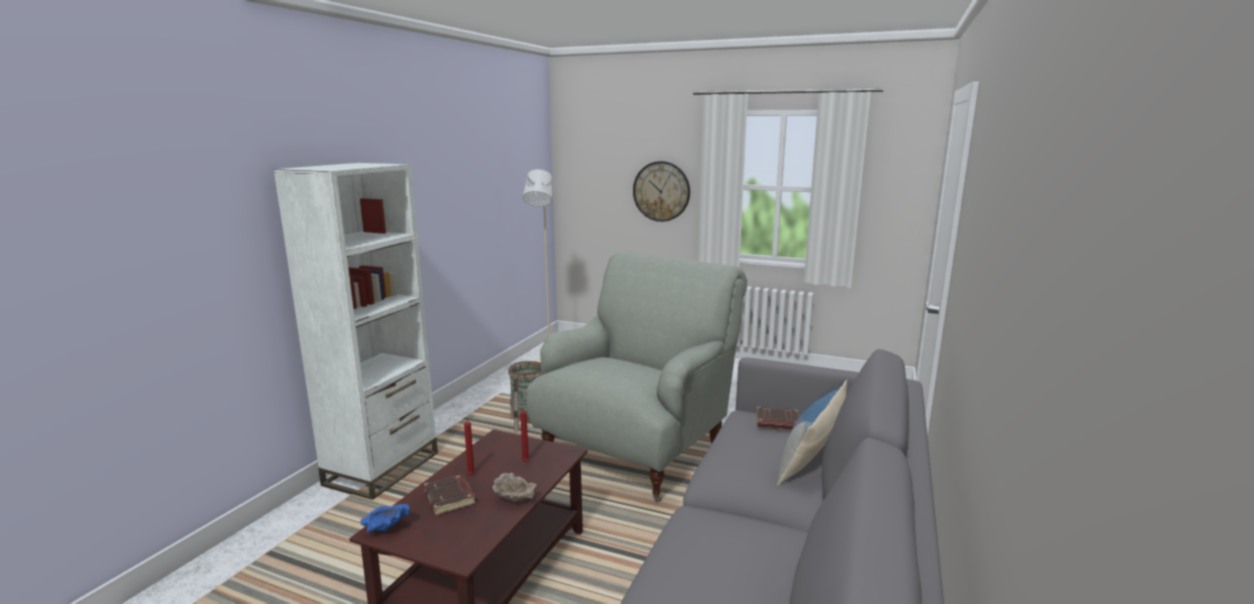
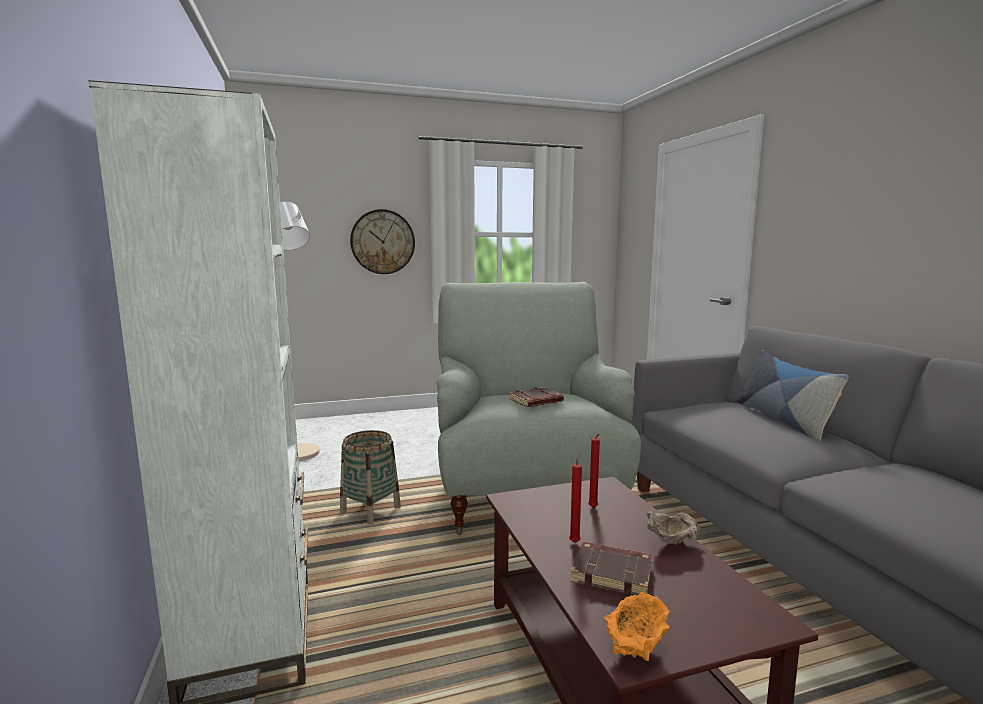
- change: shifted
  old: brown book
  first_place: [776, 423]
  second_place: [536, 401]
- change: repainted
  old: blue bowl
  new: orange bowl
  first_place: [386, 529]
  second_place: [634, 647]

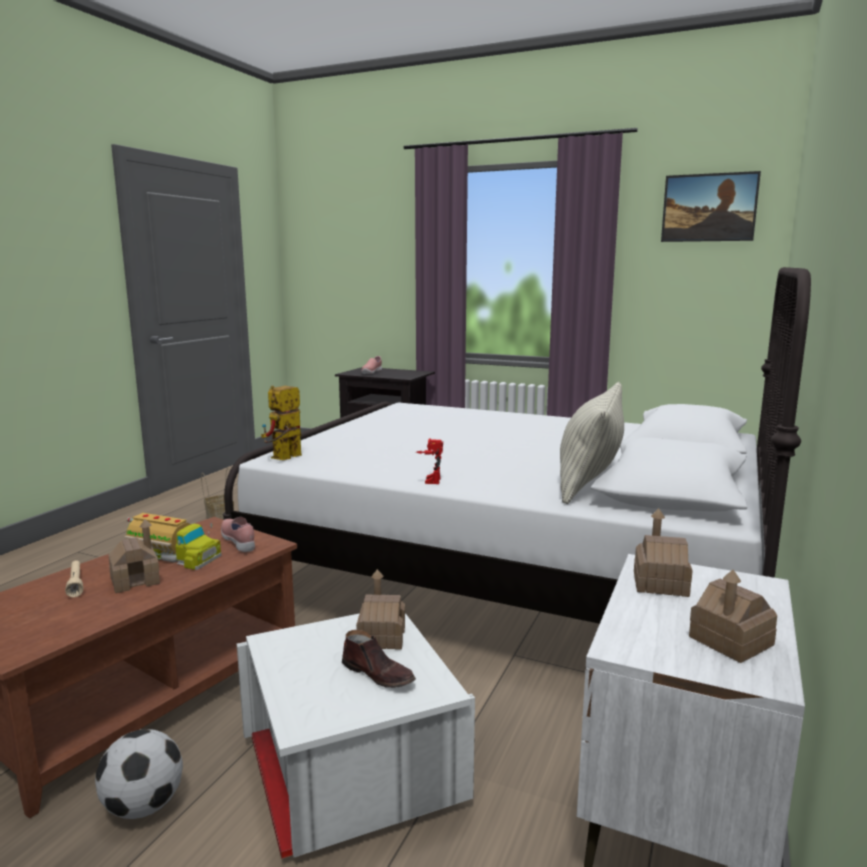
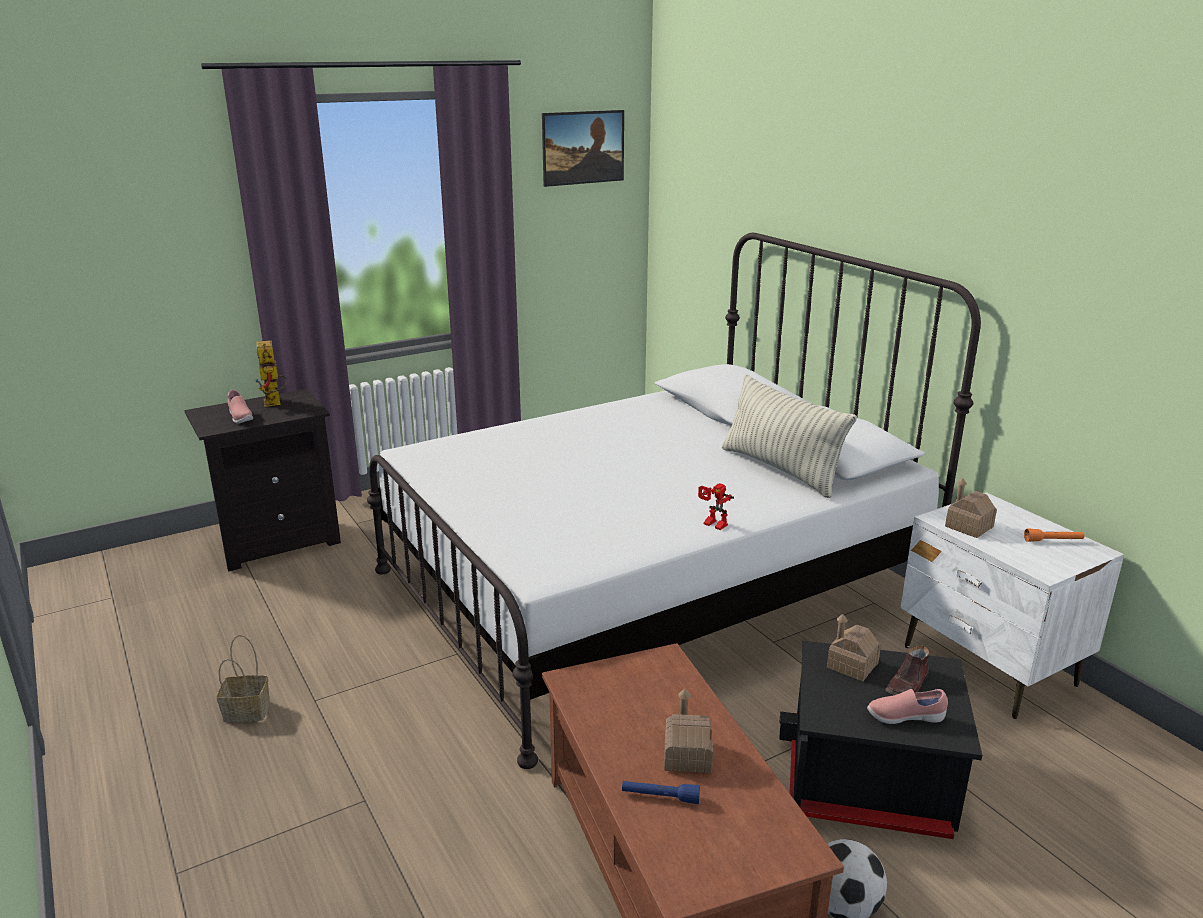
- change: gone
  old: toy truck
  first_place: [172, 555]
- change: shifted
  old: pink shoe
  first_place: [239, 542]
  second_place: [904, 717]
- change: shifted
  old: toy robot
  first_place: [283, 458]
  second_place: [275, 404]
- change: swapped
  old: toy house
  new: orange flashlight
  first_place: [730, 641]
  second_place: [1053, 541]
- change: repainted
  old: beige flashlight
  new: blue flashlight
  first_place: [76, 583]
  second_place: [660, 797]
- change: repainted
  old: white storage box
  new: black storage box
  first_place: [350, 774]
  second_place: [871, 779]
- change: rotated
  old: brown shoe
  first_place: [378, 674]
  second_place: [907, 684]
  degrees: 150

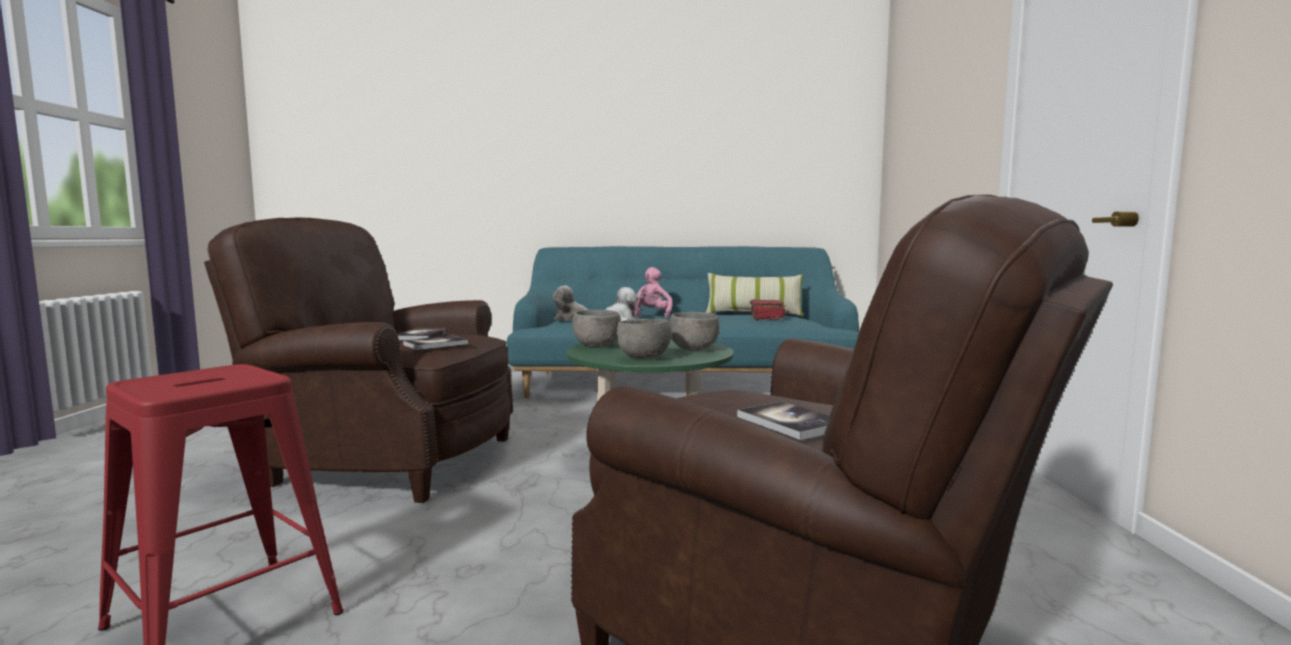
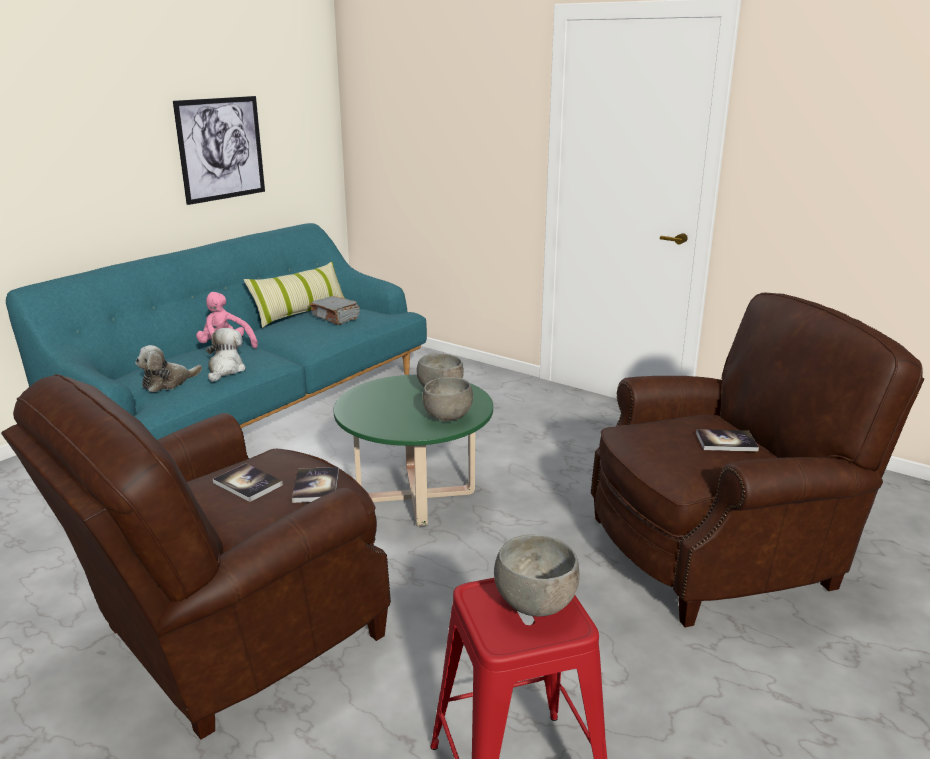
- change: new
  new: picture
  second_place: [221, 149]
- change: shifted
  old: grey bowl
  first_place: [596, 346]
  second_place: [535, 605]
- change: repainted
  old: red book
  new: grey book
  first_place: [766, 317]
  second_place: [335, 318]

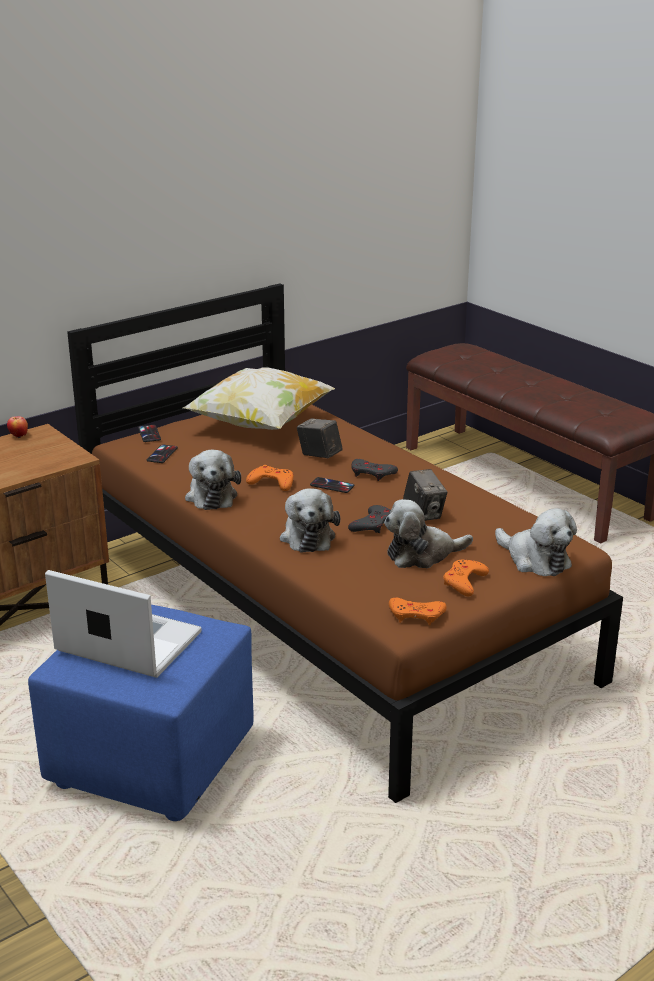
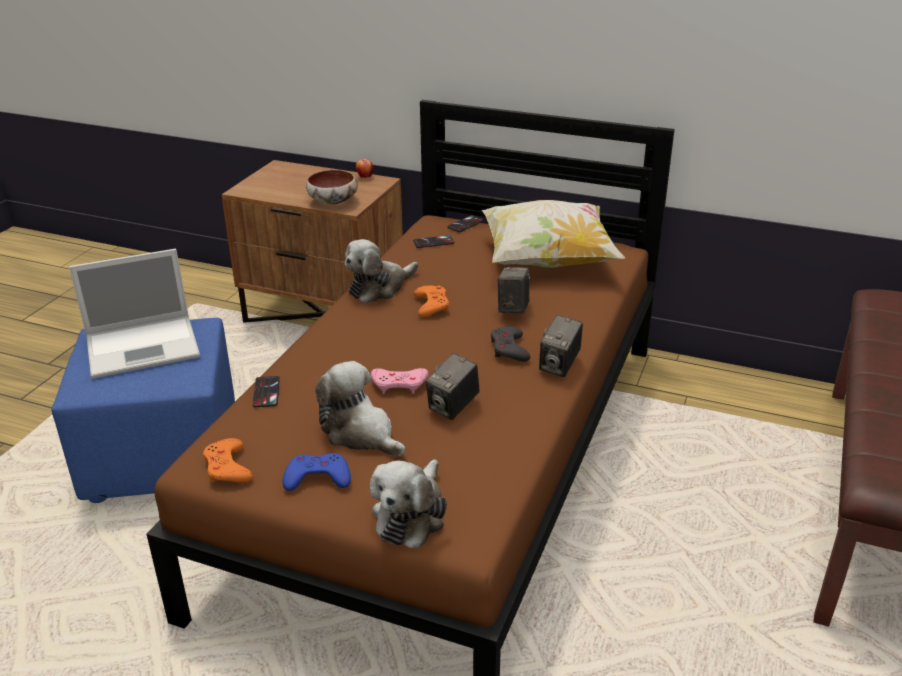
- change: gone
  old: plush toy
  first_place: [307, 536]
- change: new
  new: bowl
  second_place: [333, 202]
- change: new
  new: photo camera
  second_place: [559, 366]
- change: shifted
  old: phone
  first_place: [332, 485]
  second_place: [266, 392]
- change: repainted
  old: grey game controller
  new: pink game controller
  first_place: [372, 524]
  second_place: [399, 384]
- change: repainted
  old: orange game controller
  new: blue game controller
  first_place: [464, 582]
  second_place: [317, 477]
- change: rotated
  old: laptop
  first_place: [126, 642]
  second_place: [145, 346]
  degrees: 75

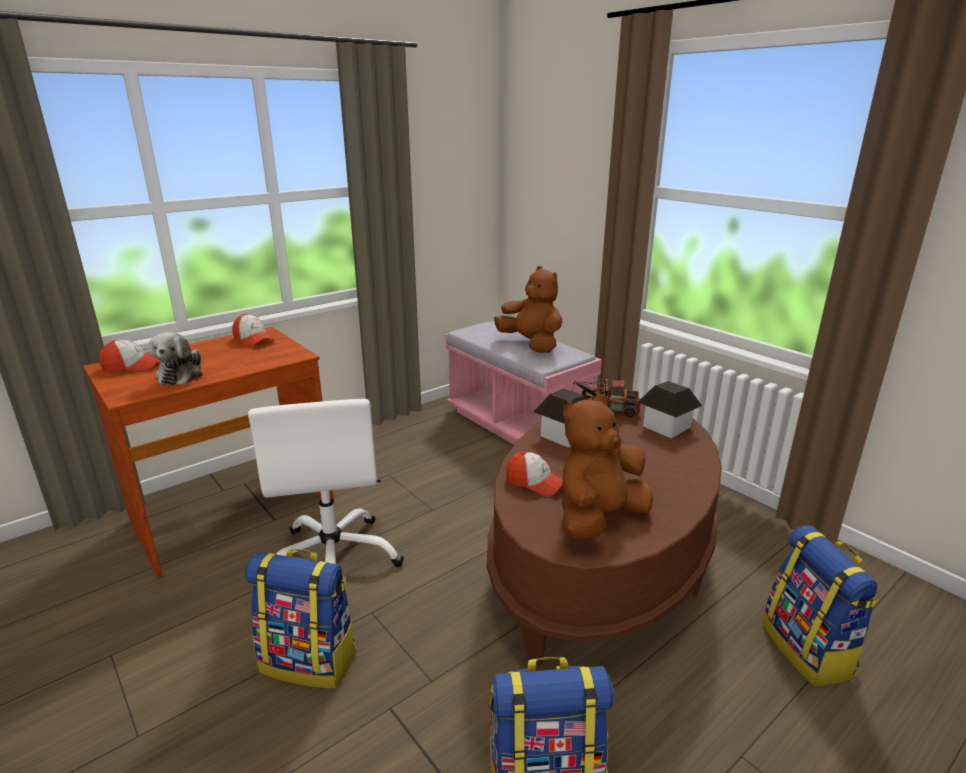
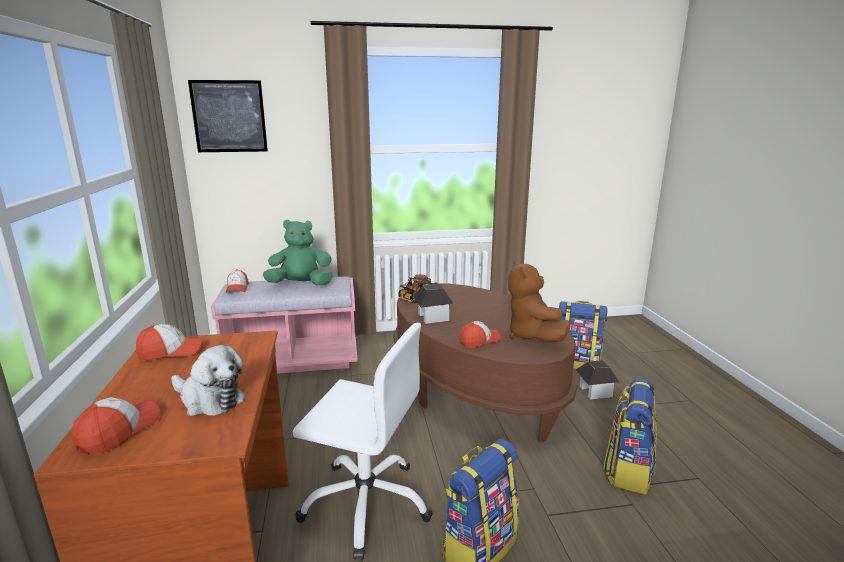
- change: new
  new: picture
  second_place: [229, 116]
- change: new
  new: cap
  second_place: [237, 288]
- change: shifted
  old: toy house
  first_place: [666, 426]
  second_place: [595, 391]
- change: repainted
  old: brown plush toy
  new: green plush toy
  first_place: [531, 344]
  second_place: [301, 285]

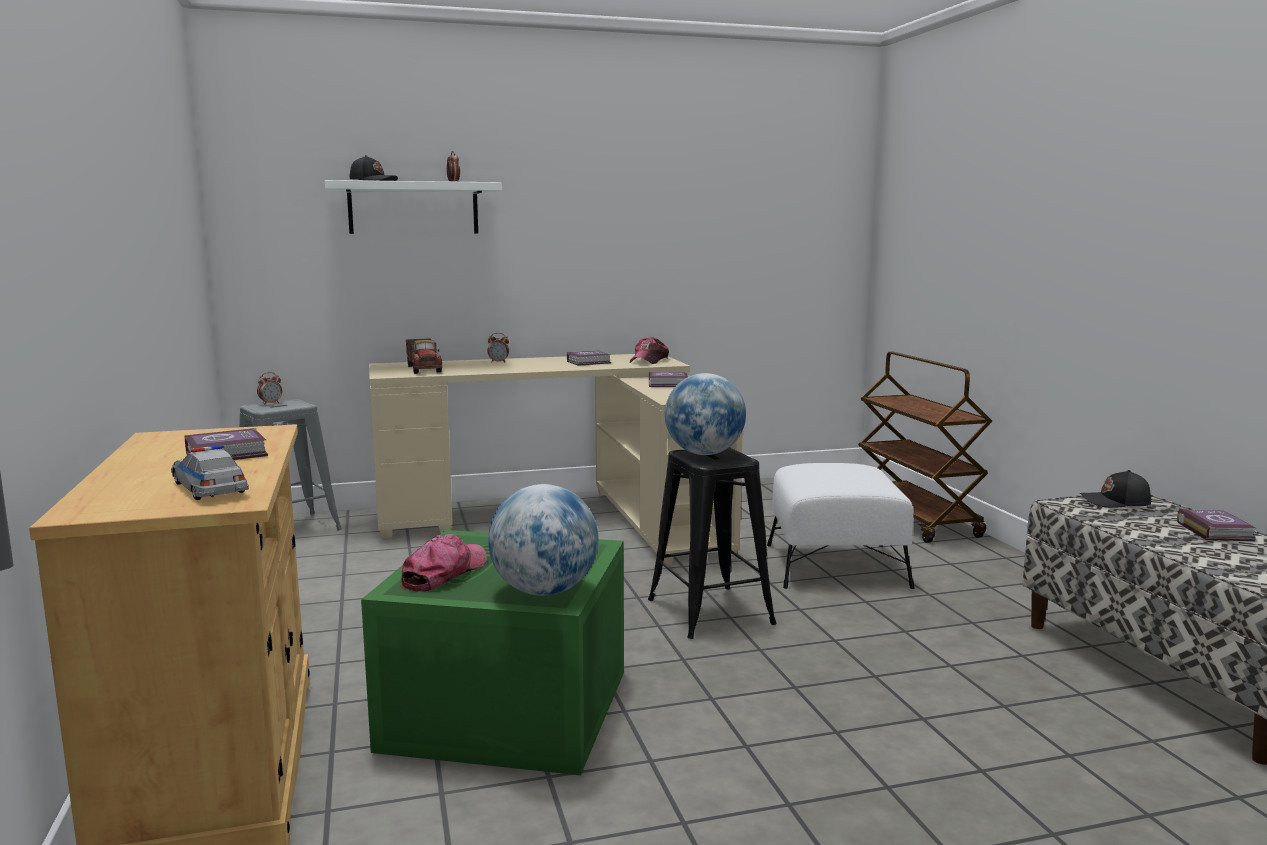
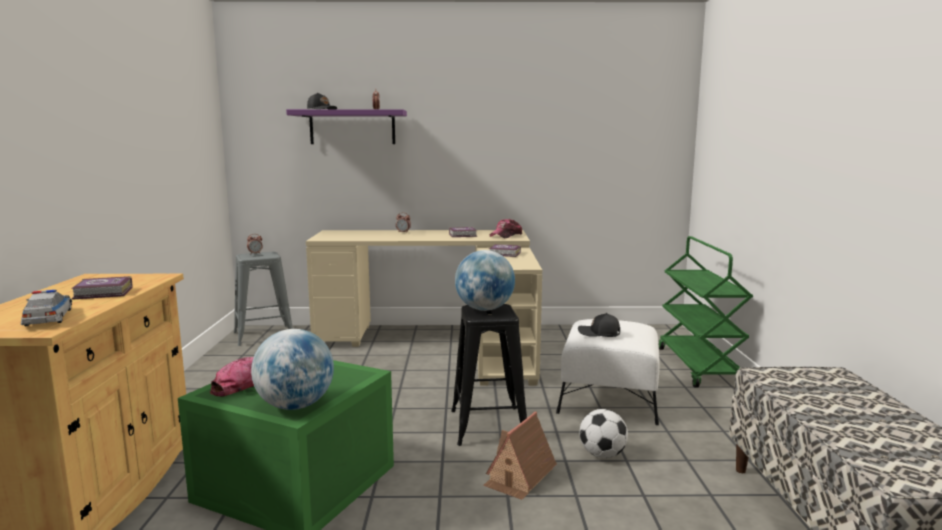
- change: gone
  old: toy truck
  first_place: [424, 369]
- change: gone
  old: book
  first_place: [1215, 531]
- change: new
  new: toy house
  second_place: [519, 476]
- change: new
  new: football
  second_place: [602, 455]
- change: shifted
  old: black cap
  first_place: [1116, 502]
  second_place: [599, 333]
- change: repainted
  old: white shelf
  new: purple shelf
  first_place: [413, 208]
  second_place: [352, 127]
- change: repainted
  old: brown cart
  new: green cart
  first_place: [916, 519]
  second_place: [699, 367]

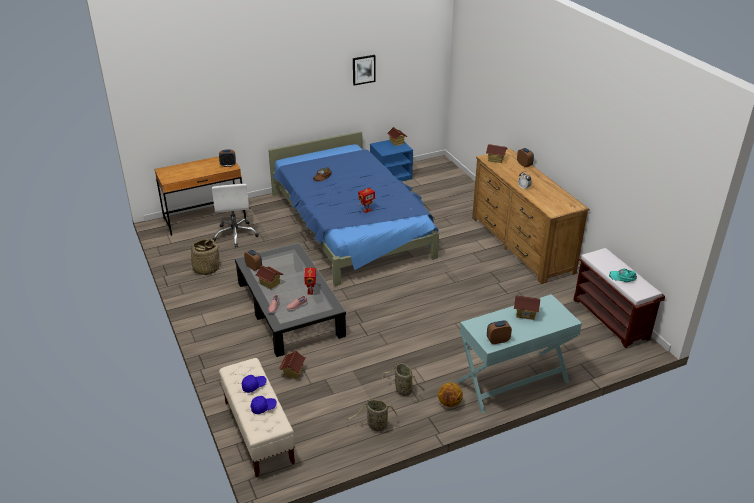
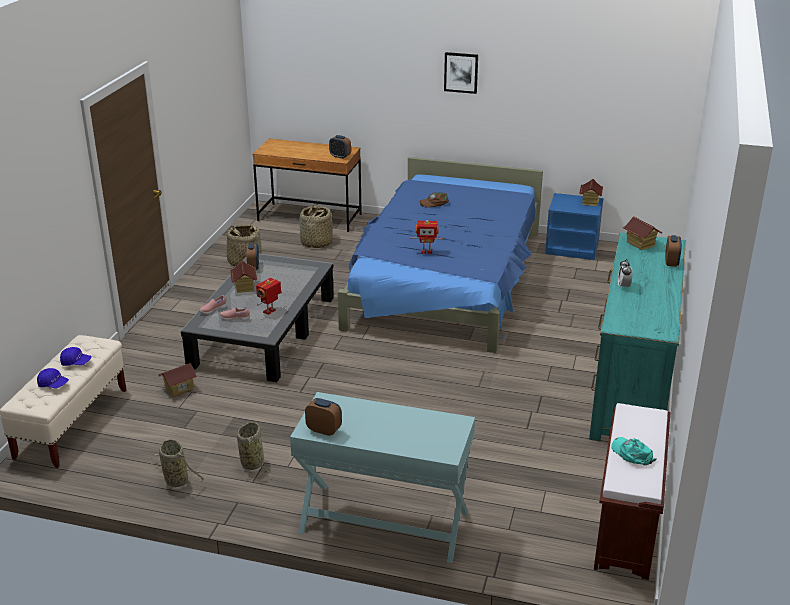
- change: gone
  old: basketball
  first_place: [449, 403]
- change: gone
  old: toy house
  first_place: [525, 313]
- change: shifted
  old: picture
  first_place: [363, 69]
  second_place: [461, 72]
- change: swapped
  old: white office chair
  new: basket
  first_place: [235, 235]
  second_place: [316, 243]
- change: repainted
  old: brown dresser
  new: turquoise dresser
  first_place: [521, 244]
  second_place: [632, 385]

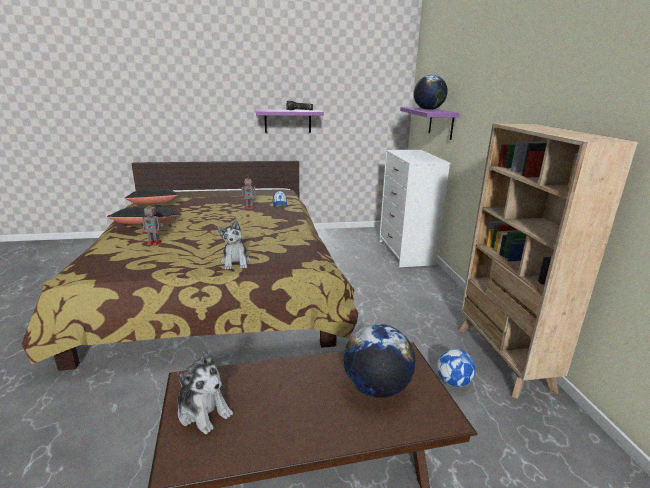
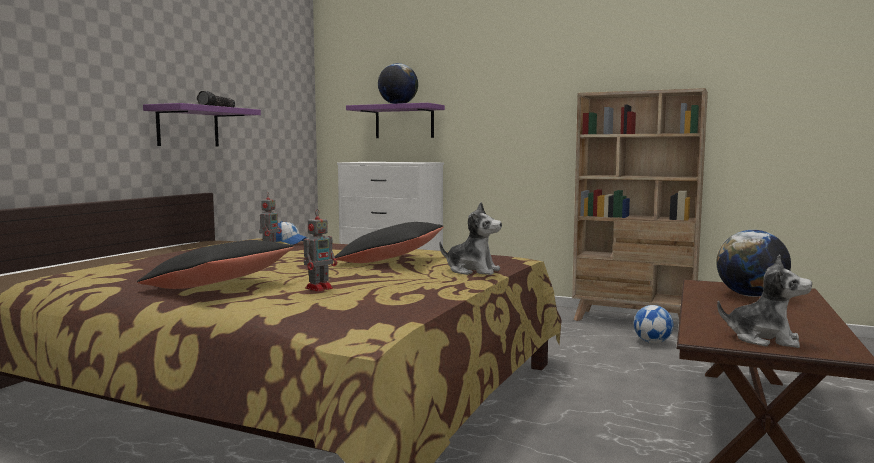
- change: shifted
  old: black pillow
  first_place: [155, 206]
  second_place: [391, 260]
- change: rotated
  old: plush toy
  first_place: [203, 411]
  second_place: [764, 339]
  degrees: 45

